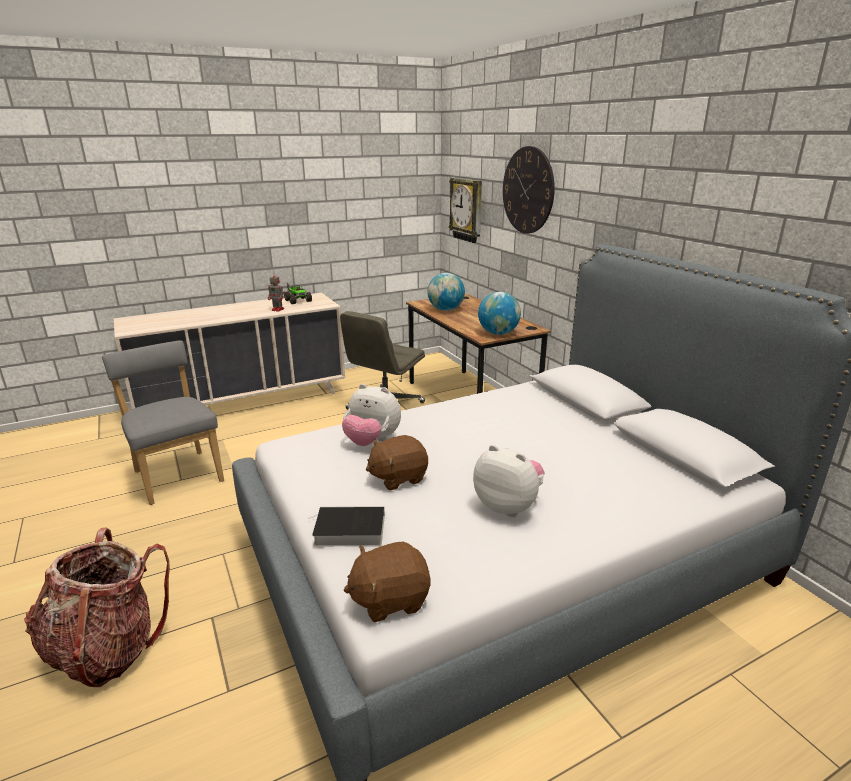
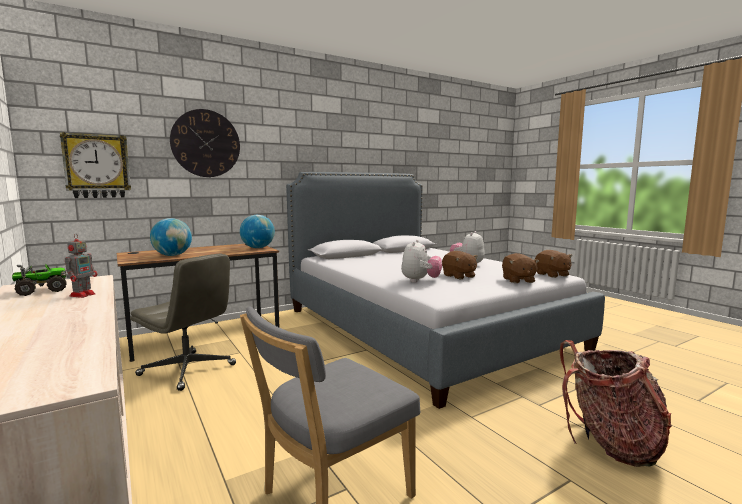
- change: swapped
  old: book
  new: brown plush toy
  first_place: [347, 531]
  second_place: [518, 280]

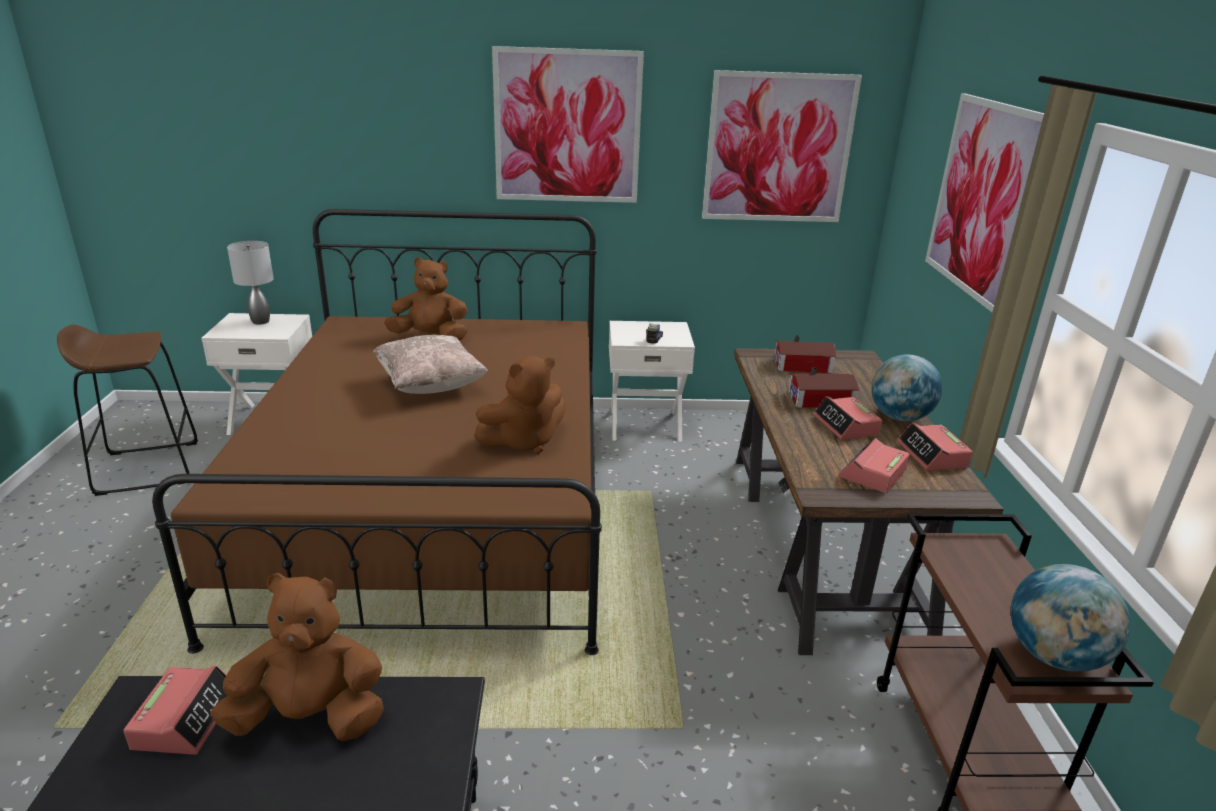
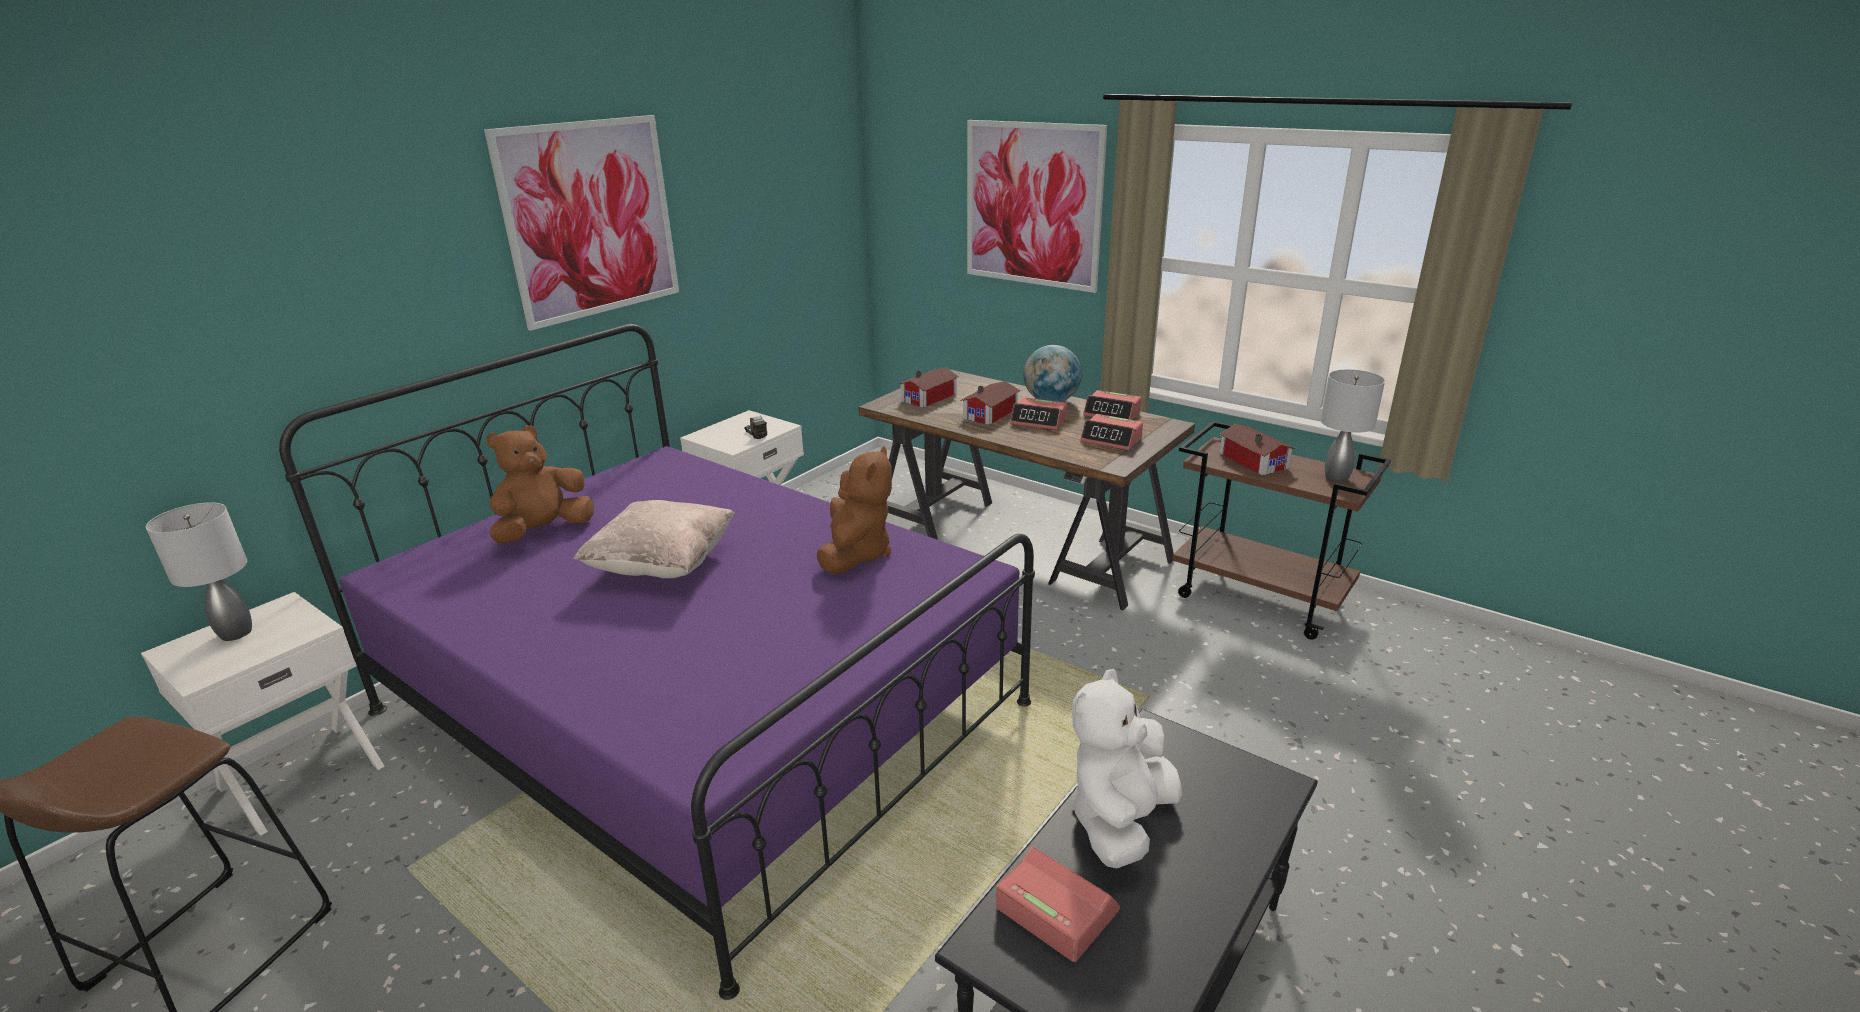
- change: gone
  old: picture
  first_place: [778, 148]
- change: new
  new: toy house
  second_place: [1253, 459]
- change: swapped
  old: globe
  new: grey table lamp
  first_place: [1053, 656]
  second_place: [1337, 478]
- change: repainted
  old: brown bed
  new: purple bed
  first_place: [437, 503]
  second_place: [699, 707]
- change: repainted
  old: brown plush toy
  new: white plush toy
  first_place: [311, 717]
  second_place: [1120, 821]
- change: rotated
  old: alarm clock
  first_place: [872, 474]
  second_place: [1111, 439]
  degrees: -45

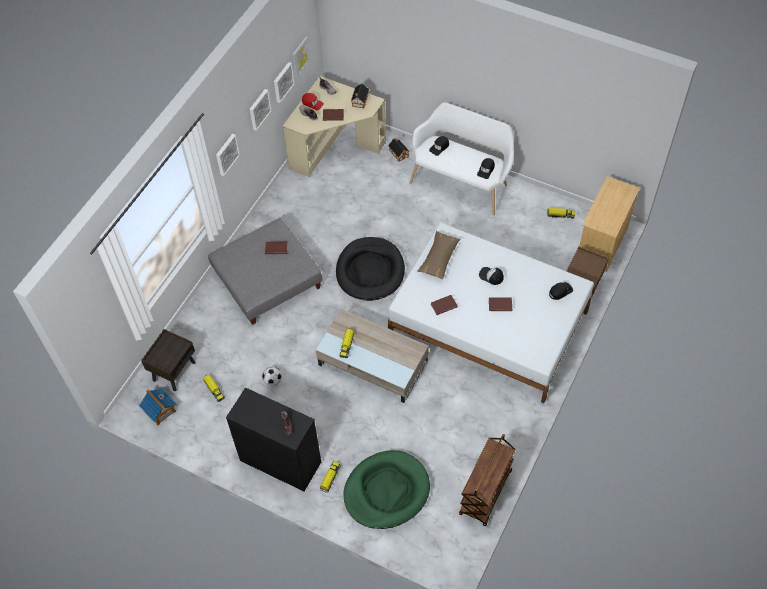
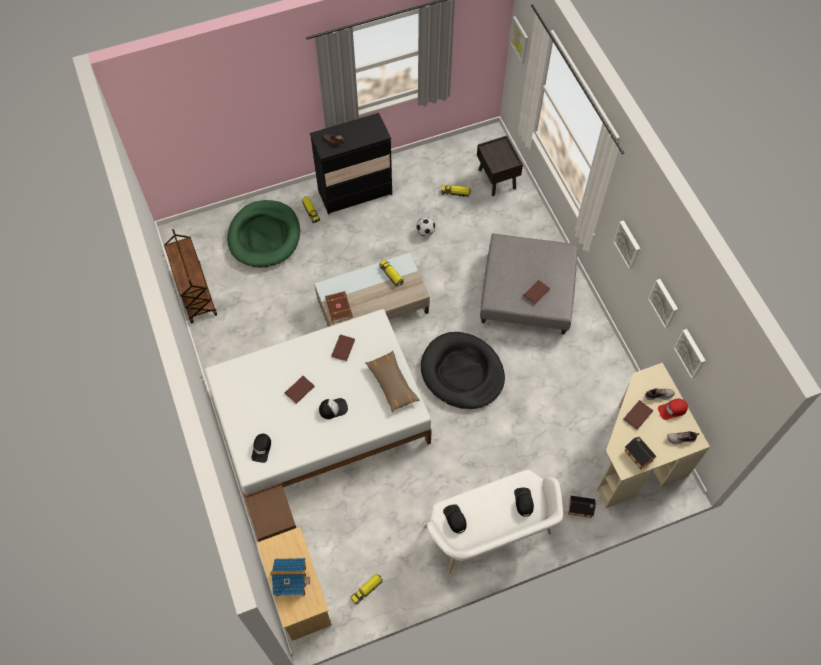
- change: new
  new: brown book
  second_place: [339, 307]
- change: shifted
  old: toy house
  first_place: [160, 411]
  second_place: [291, 580]
- change: shifted
  old: picture
  first_place: [300, 56]
  second_place: [519, 39]

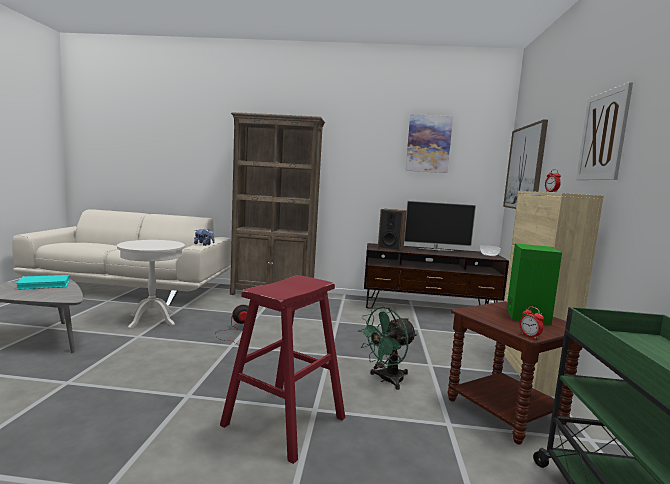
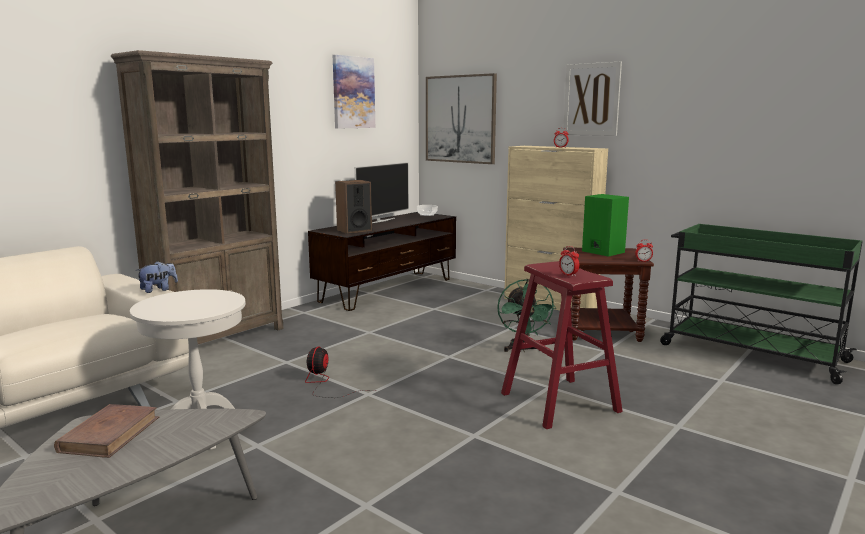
- change: new
  new: alarm clock
  second_place: [568, 275]
- change: repainted
  old: turquoise book
  new: brown book
  first_place: [44, 285]
  second_place: [110, 434]

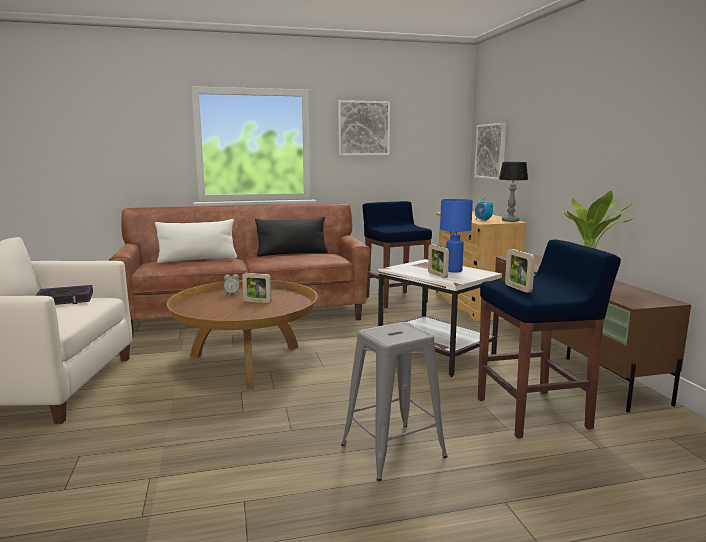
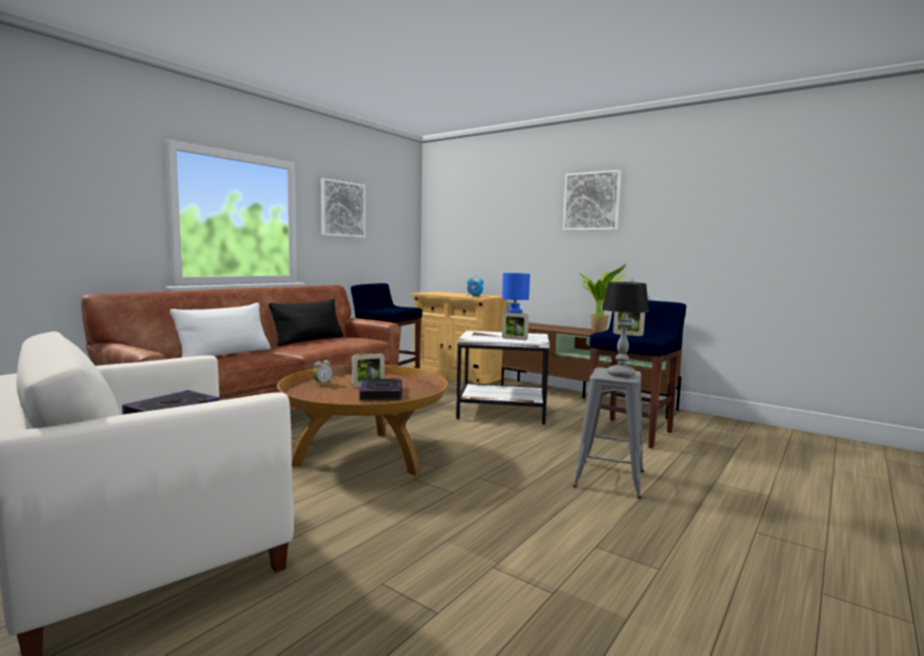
- change: new
  new: book
  second_place: [381, 394]
- change: shifted
  old: picture
  first_place: [491, 151]
  second_place: [591, 201]
- change: shifted
  old: table lamp
  first_place: [510, 221]
  second_place: [621, 375]

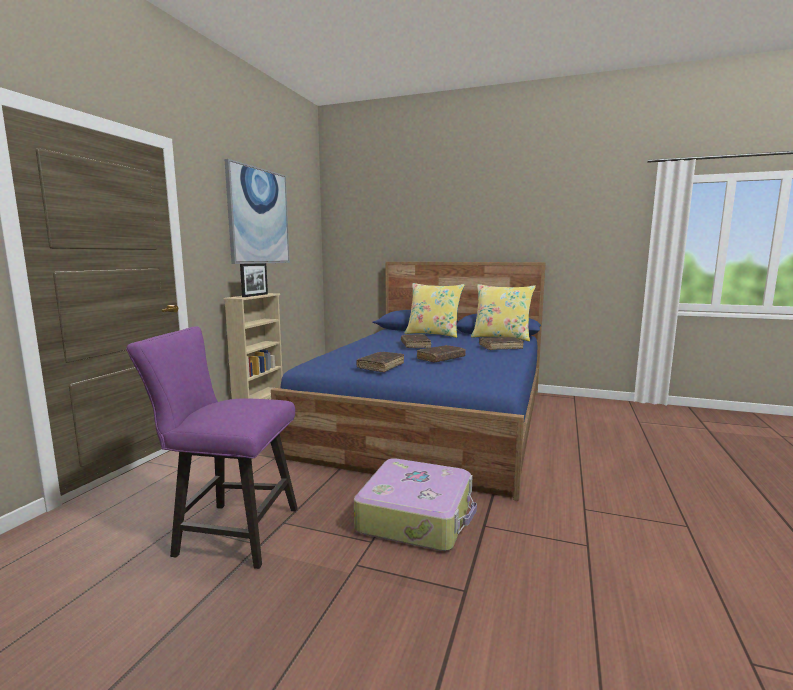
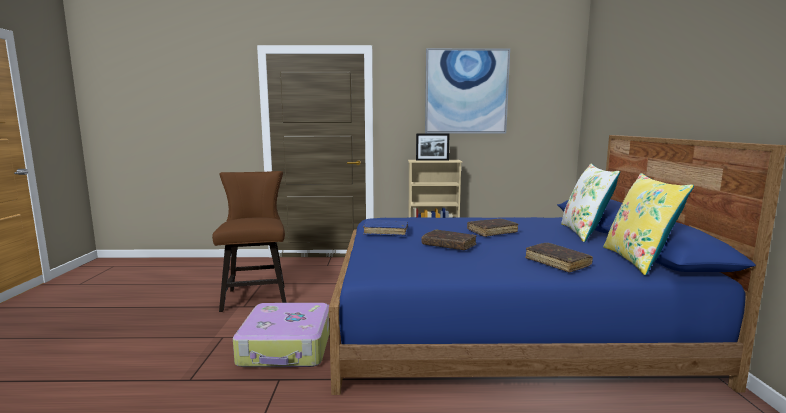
- change: repainted
  old: purple chair
  new: brown chair
  first_place: [229, 532]
  second_place: [256, 296]
- change: repainted
  old: brown book
  new: blue book
  first_place: [381, 366]
  second_place: [385, 232]
- change: repainted
  old: yellow pillow
  new: white pillow
  first_place: [433, 334]
  second_place: [585, 233]

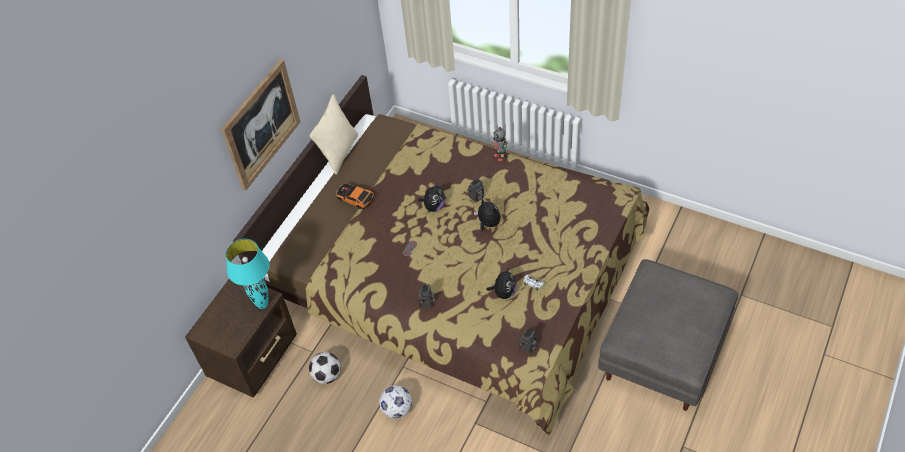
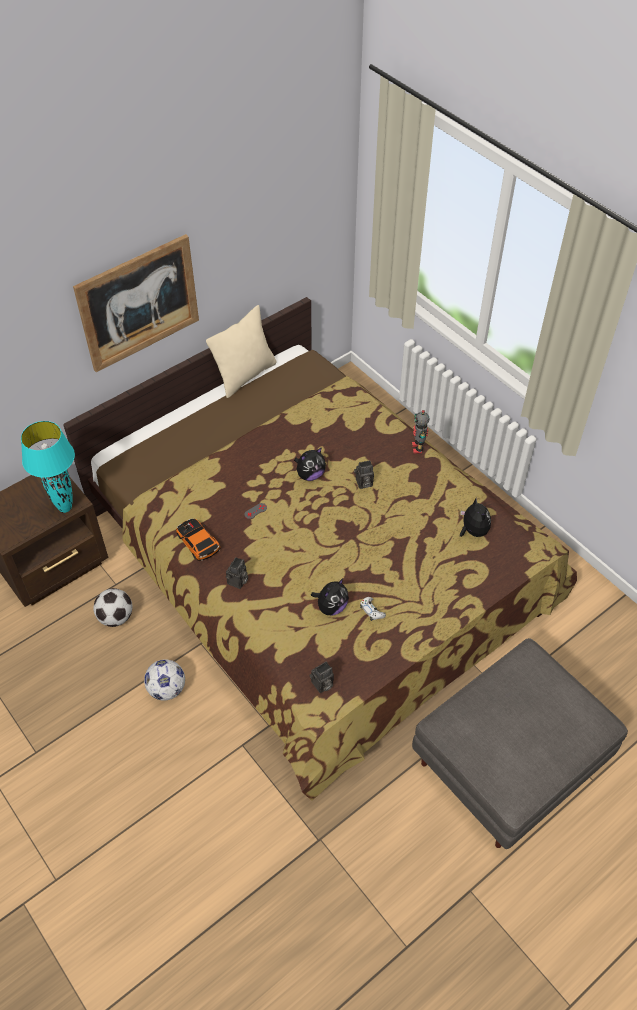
- change: shifted
  old: toy car
  first_place: [355, 198]
  second_place: [197, 542]
- change: shifted
  old: plush toy
  first_place: [488, 223]
  second_place: [473, 531]

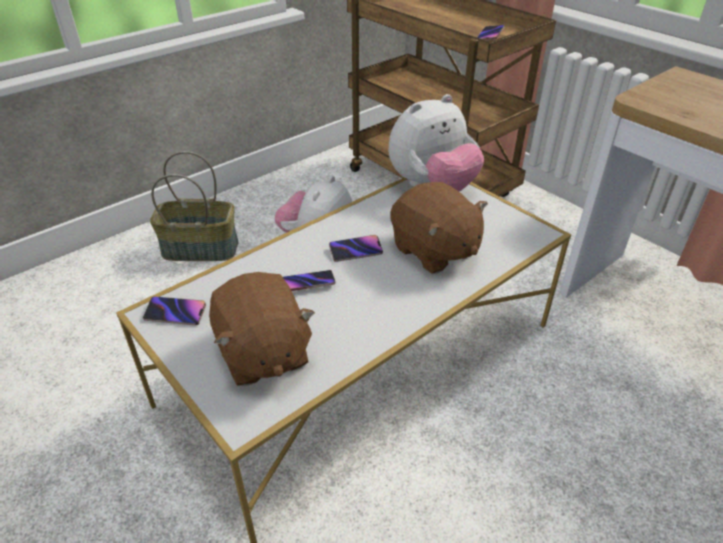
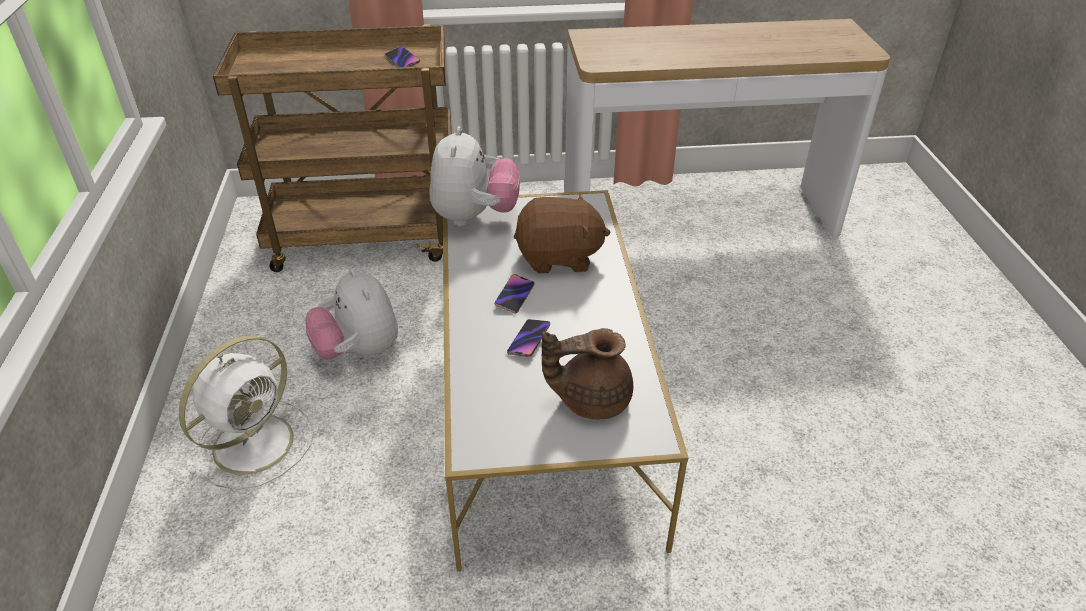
- change: gone
  old: phone
  first_place: [175, 313]
- change: swapped
  old: basket
  new: white fan
  first_place: [201, 248]
  second_place: [256, 441]
- change: swapped
  old: brown plush toy
  new: brown teapot
  first_place: [262, 353]
  second_place: [590, 399]

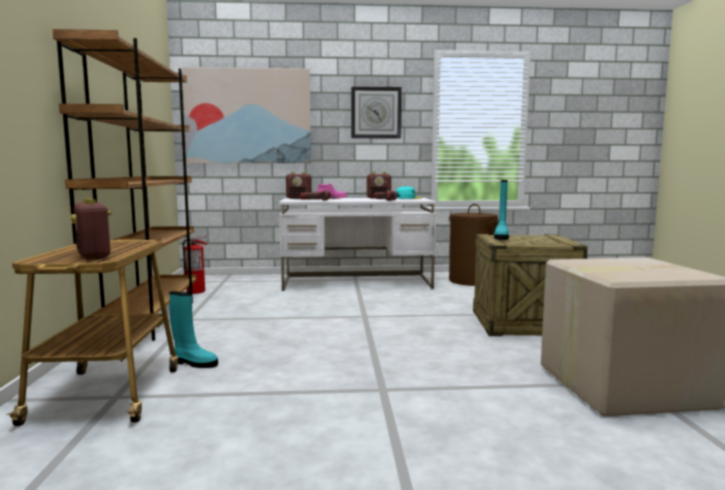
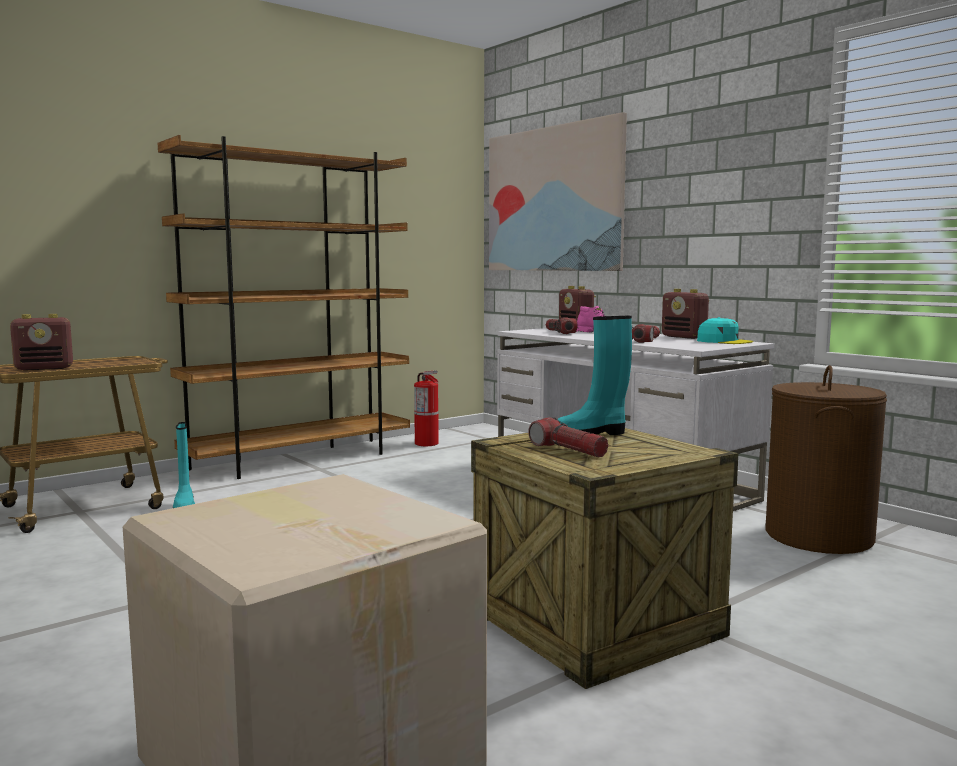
- change: gone
  old: wall clock
  first_place: [376, 112]
- change: new
  new: flashlight
  second_place: [567, 450]
- change: rotated
  old: radio
  first_place: [94, 256]
  second_place: [45, 368]
  degrees: -135

